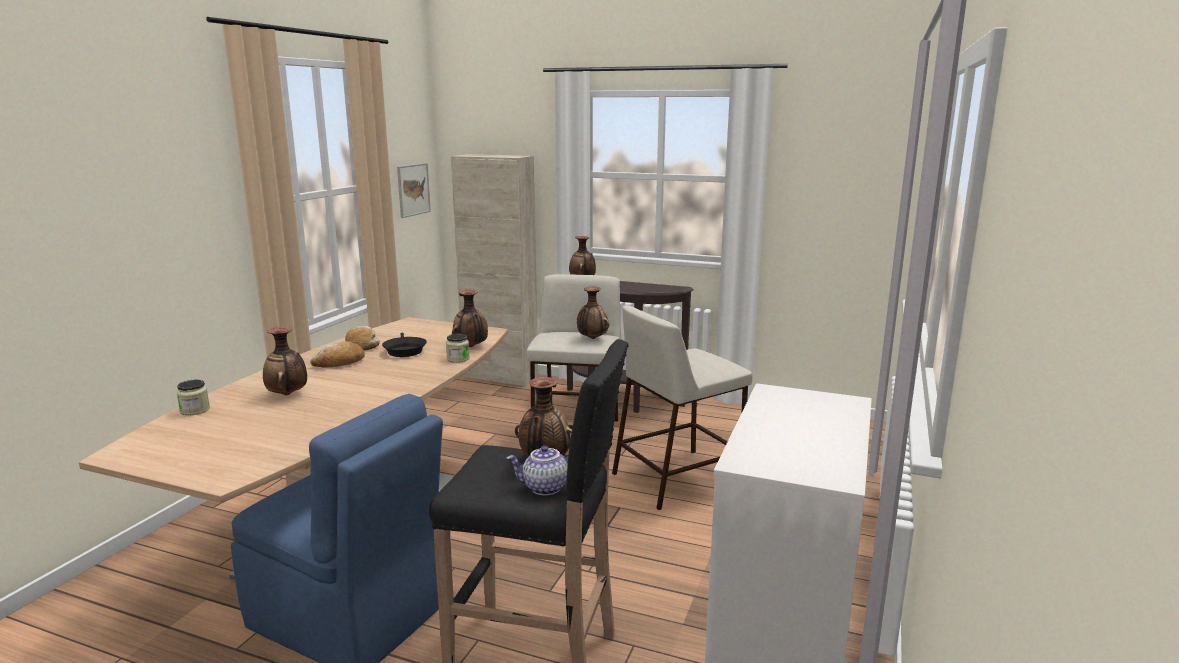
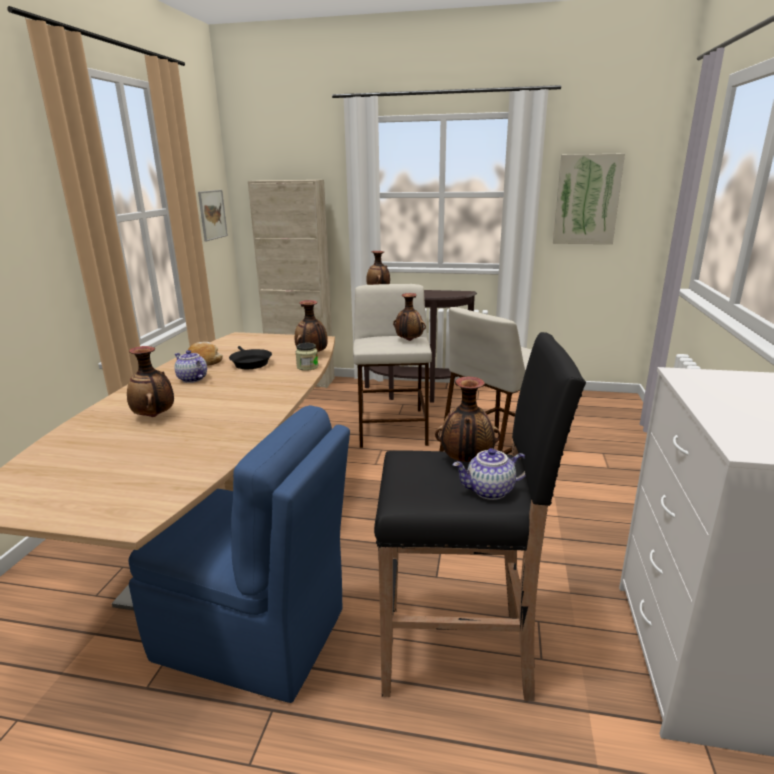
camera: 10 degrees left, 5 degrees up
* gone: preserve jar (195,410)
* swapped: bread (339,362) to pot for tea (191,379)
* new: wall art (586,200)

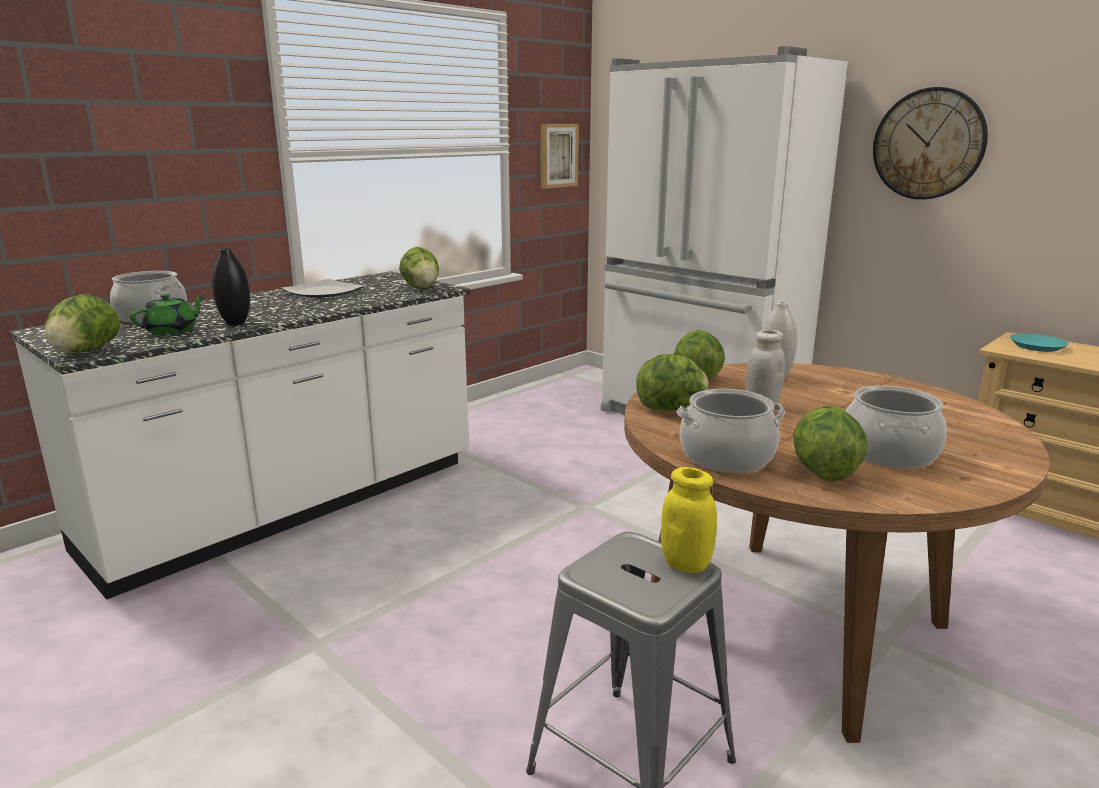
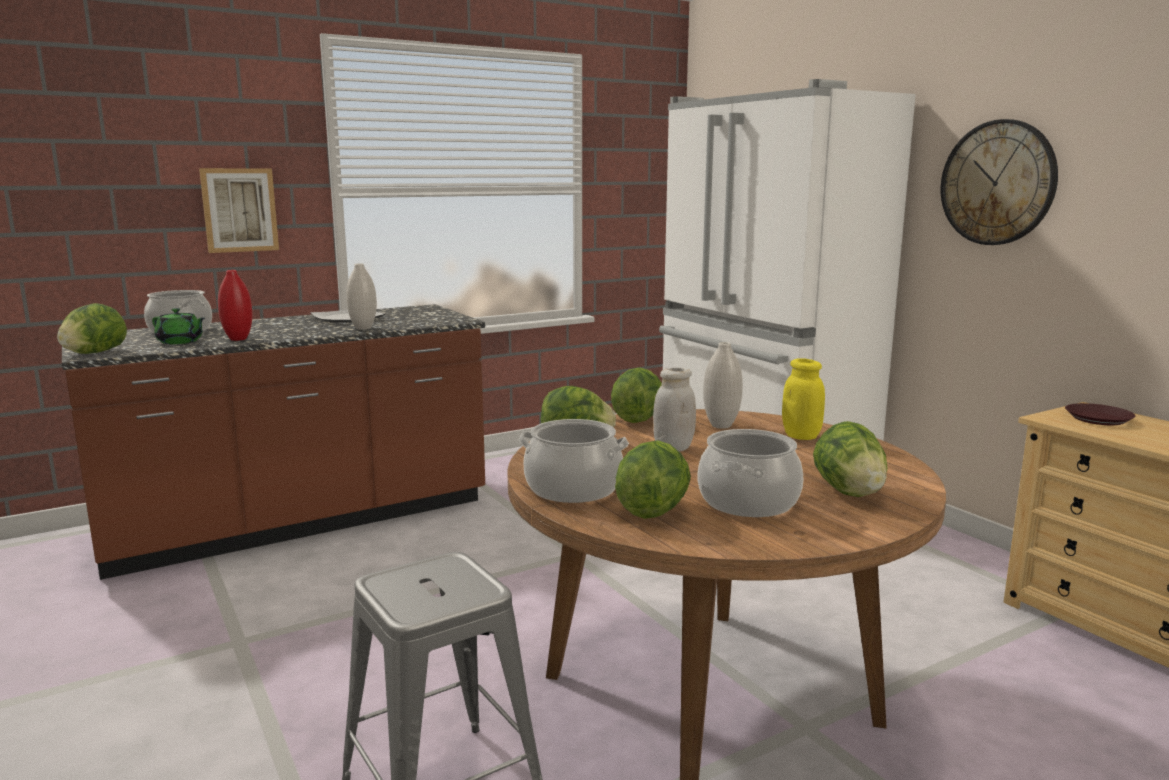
camera: 15 degrees right, 5 degrees down
* repainted: whitish kitchen counter (291,506) to brownish kitchen counter (300,521)
* rotated: green-coloured pot for tea (172,331) = (180,342) 60 degrees clockwise
* repainted: black flower vase (235,323) to reddish flower vase (238,339)
* shifted: lettuce (421,288) to (849,492)
* shifted: wall art (558,155) to (239,210)
* shifted: yellowish preserve jar (686,564) to (801,436)
* repainted: blue-green dinner plate (1037,347) to brownish dinner plate (1098,419)
* new: whitish flower vase (363,328)

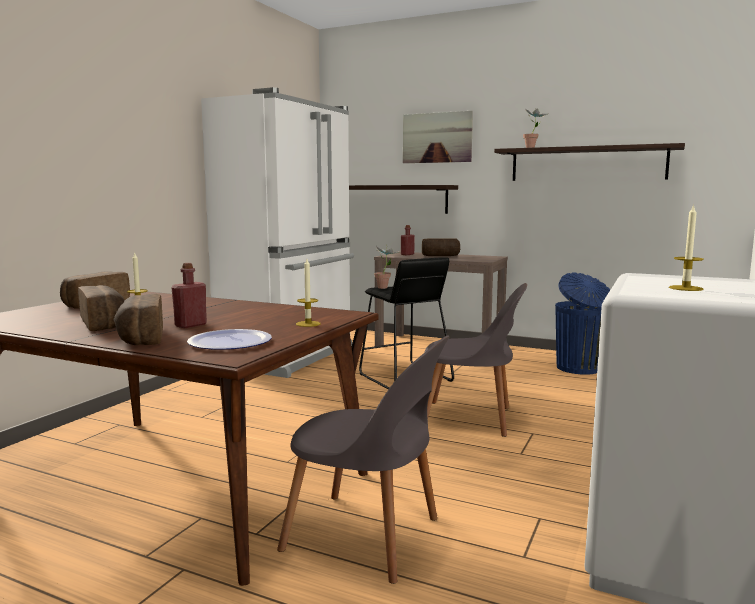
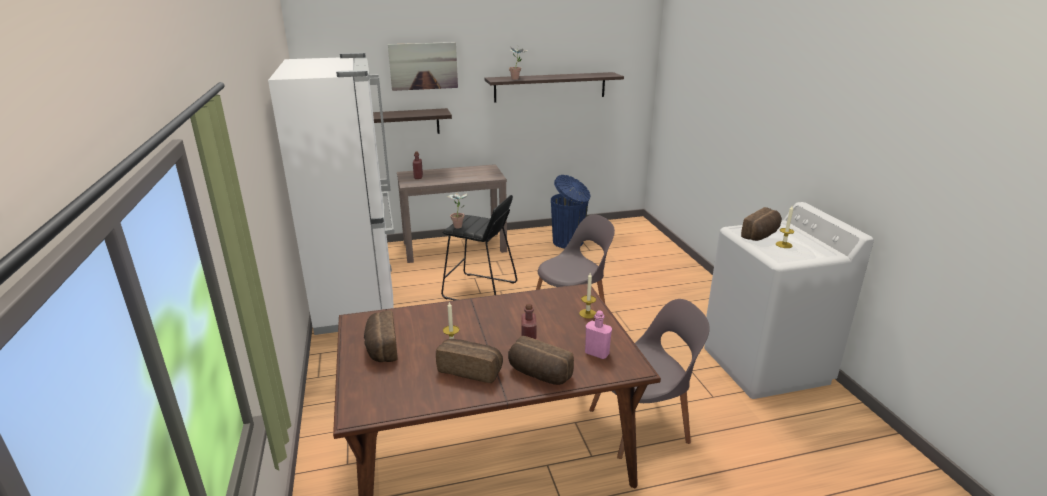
camera: 40 degrees left, 15 degrees up
* swapped: dinner plate (230,342) to pinkish bottle (597,353)
* shifted: bread (440,256) to (761,235)

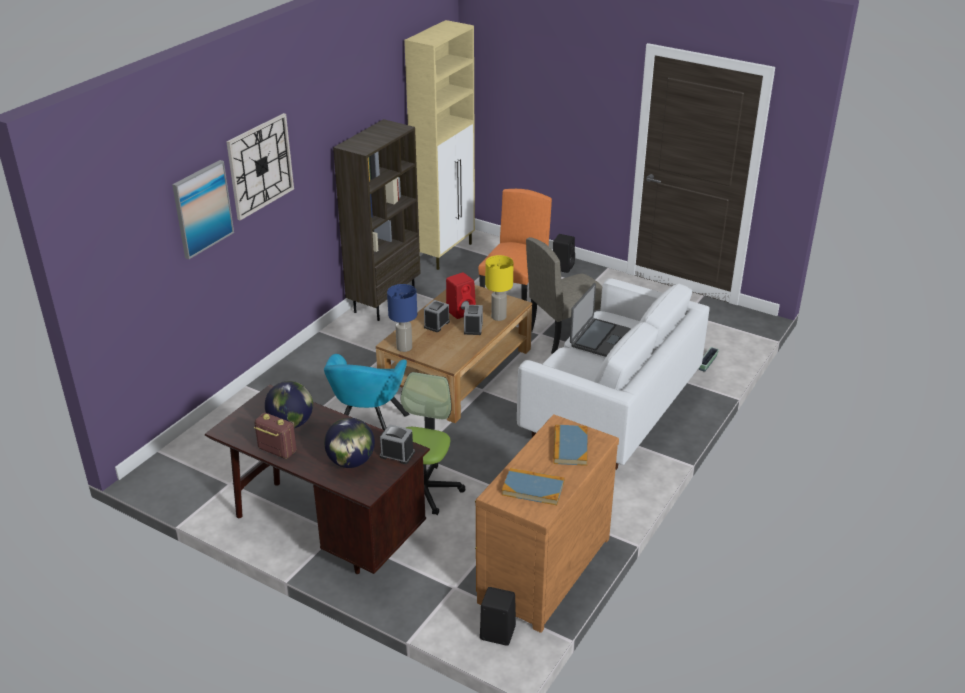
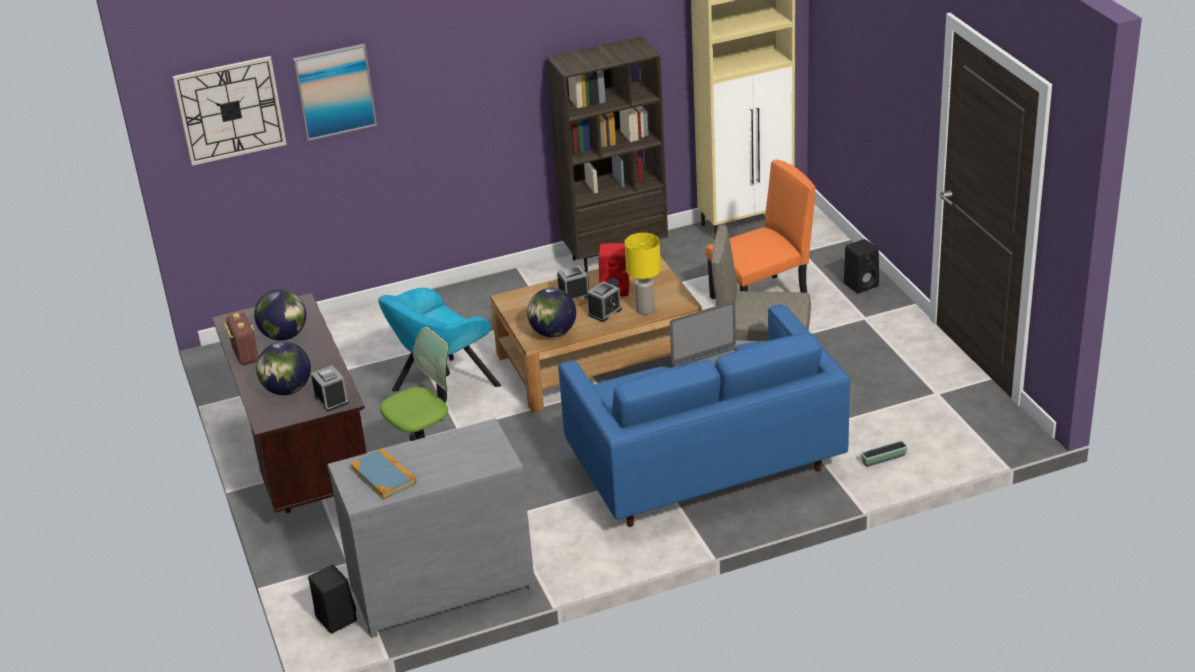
camera: 40 degrees right, 0 degrees up
* shifted: wall clock (260,166) to (230,110)
* gone: bluish tabletop lamp (404,348)
* repainted: brownish chest of drawers (540,569) to greyish chest of drawers (439,584)
* repainted: whitish couch (609,410) to bluish couch (703,464)
* gone: bound book (570,447)
* new: globe (553,333)

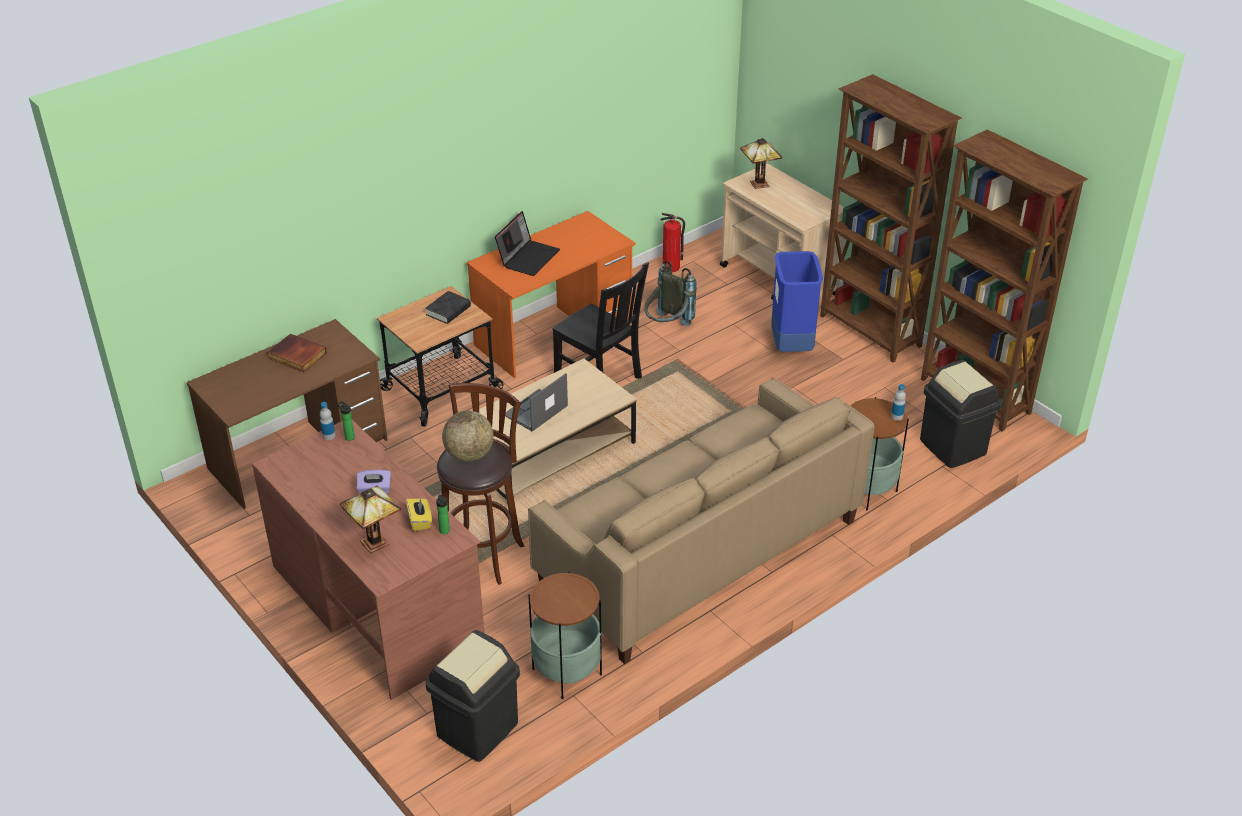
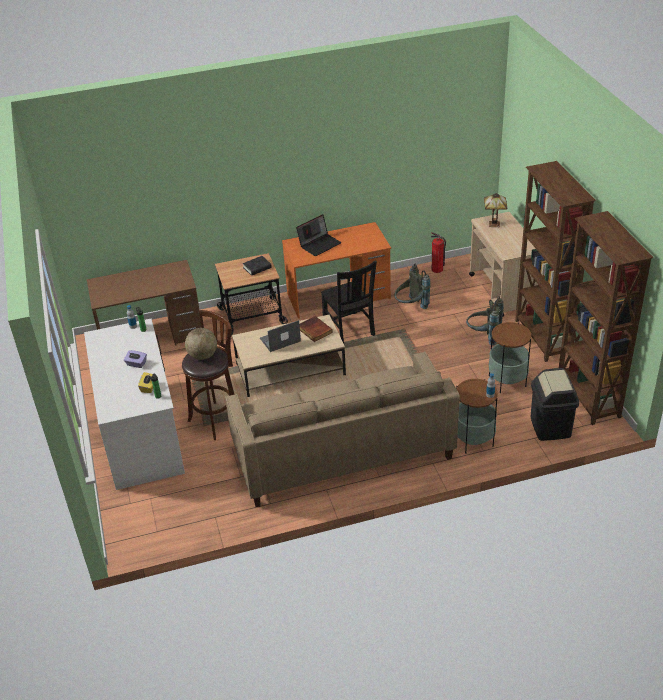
camera: 25 degrees right, 0 degrees up
* repainted: brownish desk unit (377,604) to whitish desk unit (141,433)
* shifted: bound book (296,356) to (314,330)
* gone: tabletop lamp (375,541)
* gone: black trash can (477,729)
* shifted: accent table (567,671) to (507,381)
* swapped: bluish trash can (792,346) to greyish backpack (483,336)

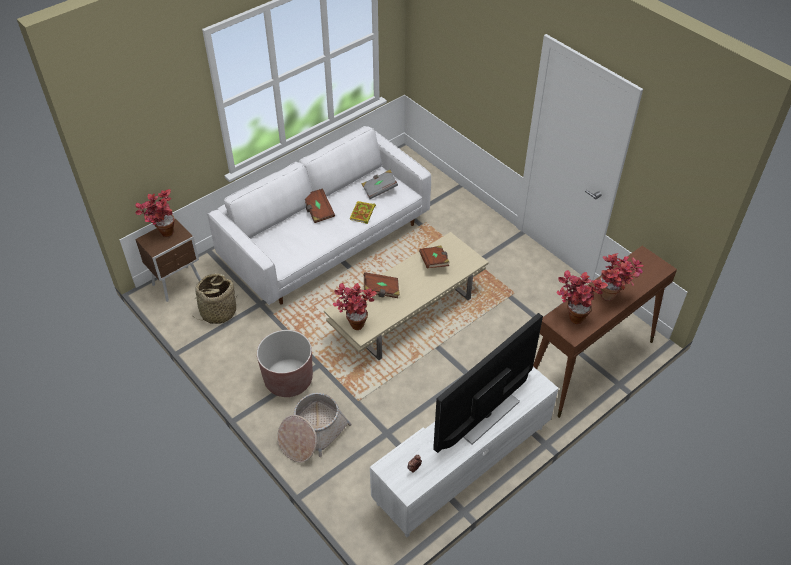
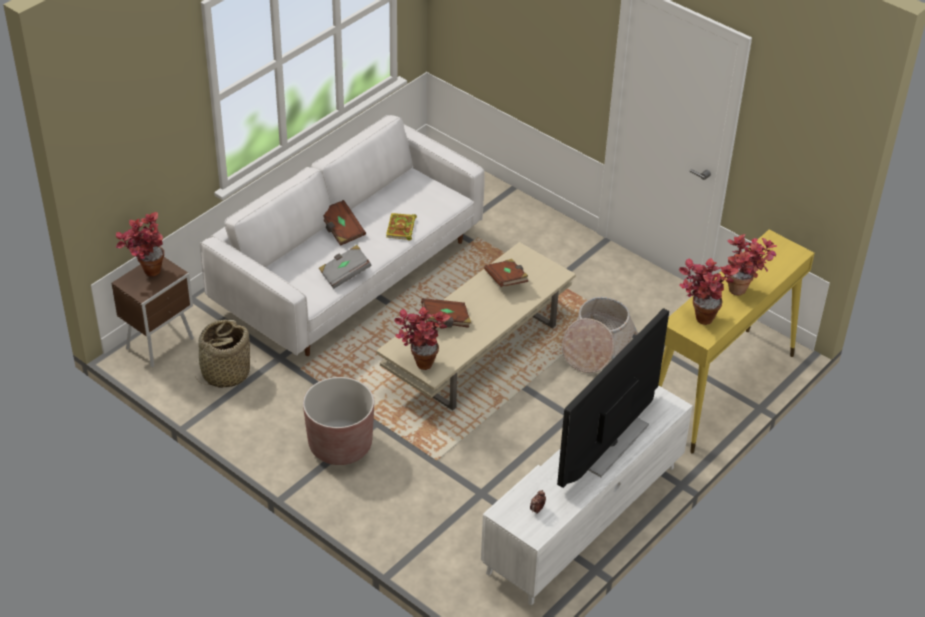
camera: 10 degrees left, 5 degrees down
* shifted: storage basket (312,434) to (596,346)
* shifted: greyish bound book (379,189) to (345,274)
* repainted: brownish narrow table (589,365) to yellowish narrow table (720,390)

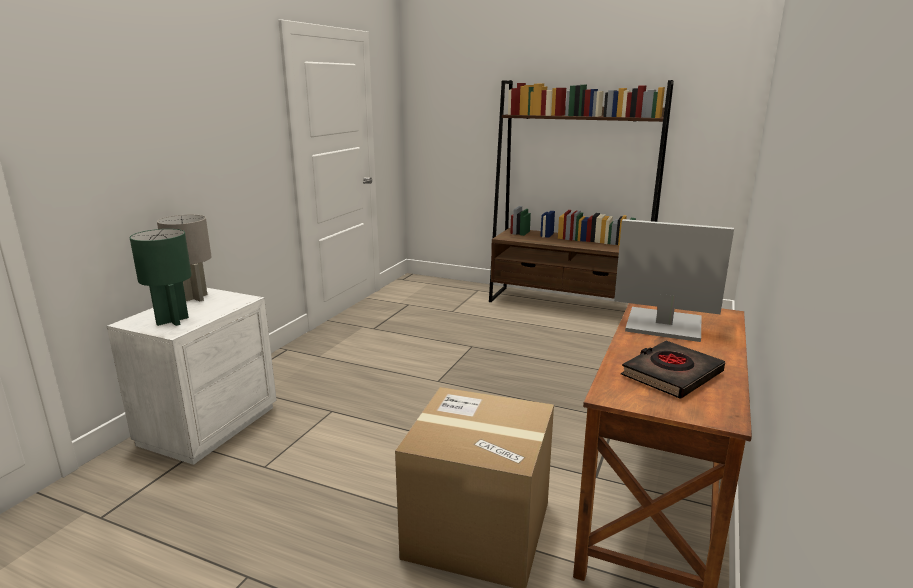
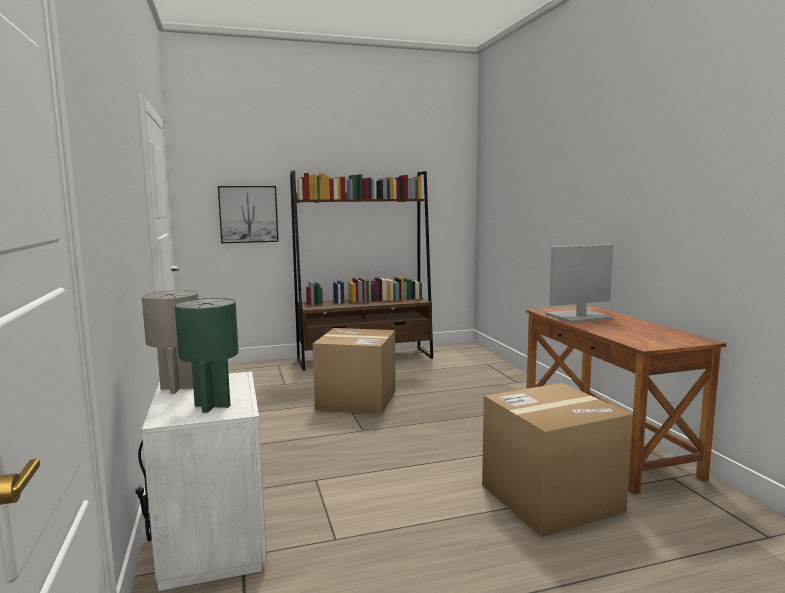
camera: 40 degrees left, 10 degrees down
* gone: black bound book (671,374)
* new: wall art (248,214)
* new: cardboard box (357,400)

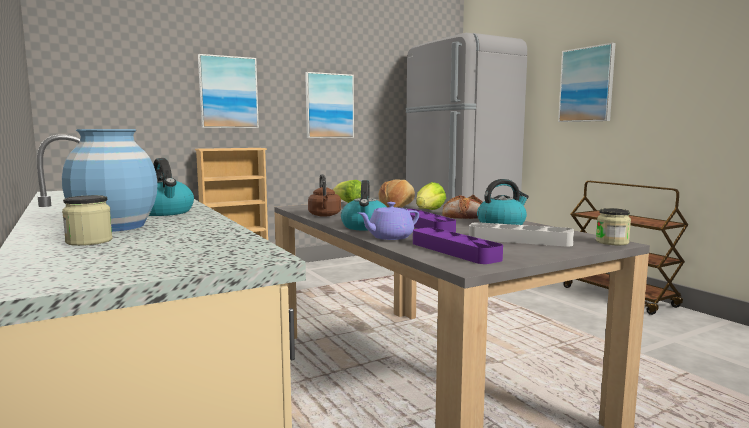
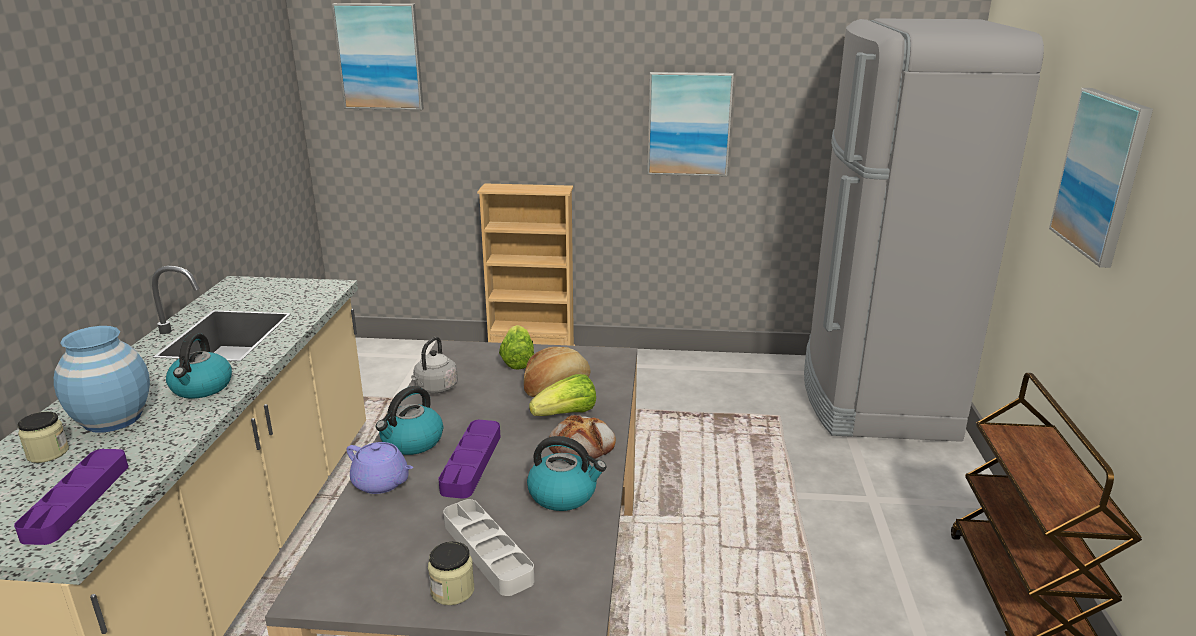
camera: 35 degrees right, 15 degrees up
* shifted: wall art (228,92) to (379,57)
* repainted: brownish water kettle (324,215) to greyish water kettle (435,388)
* rotated: purple-coloured pot for tea (389,237) = (381,483) 150 degrees counterclockwise
* shifted: purple-coloured tray (454,251) to (77,500)
* shifted: preserve jar (612,242) to (452,590)

